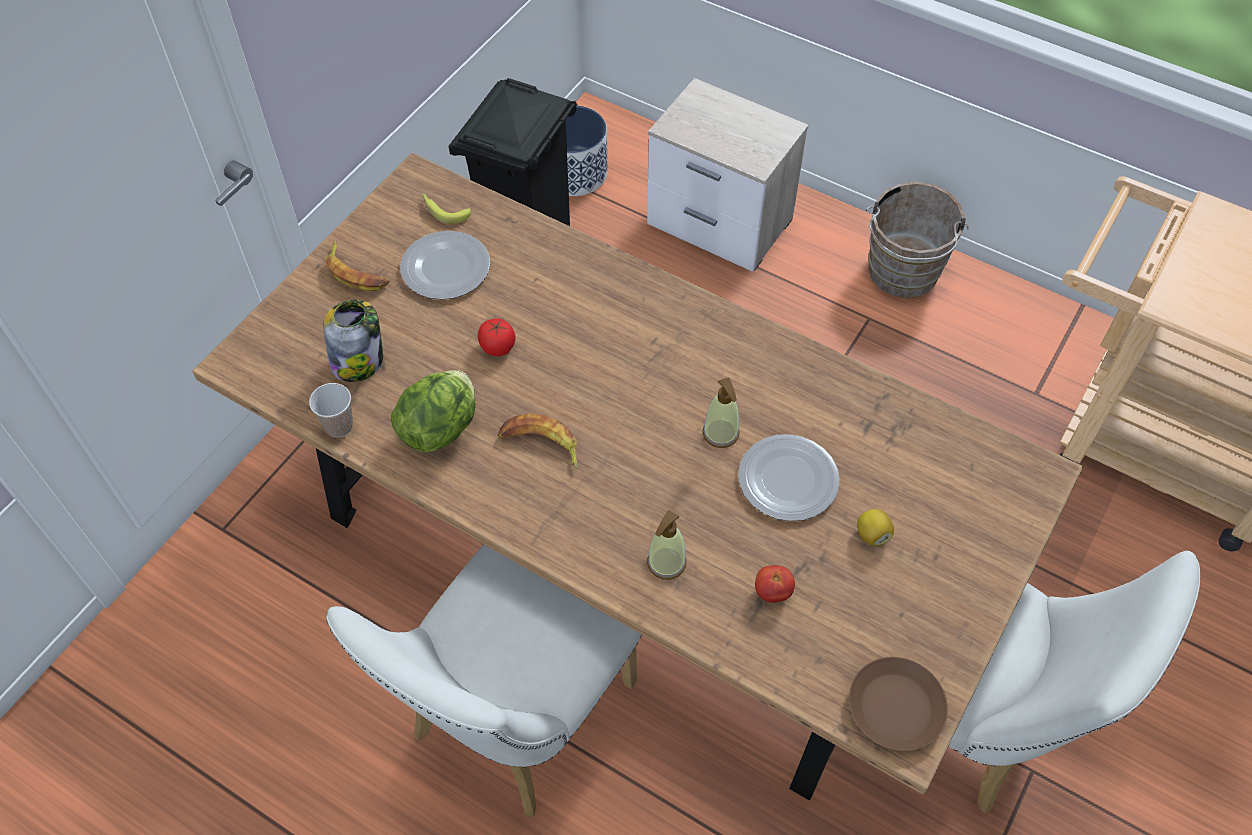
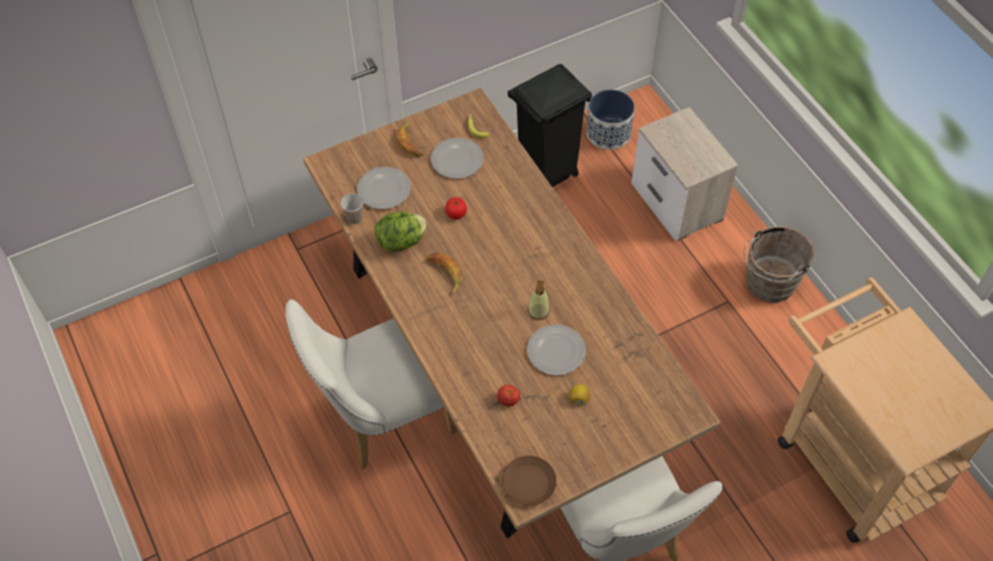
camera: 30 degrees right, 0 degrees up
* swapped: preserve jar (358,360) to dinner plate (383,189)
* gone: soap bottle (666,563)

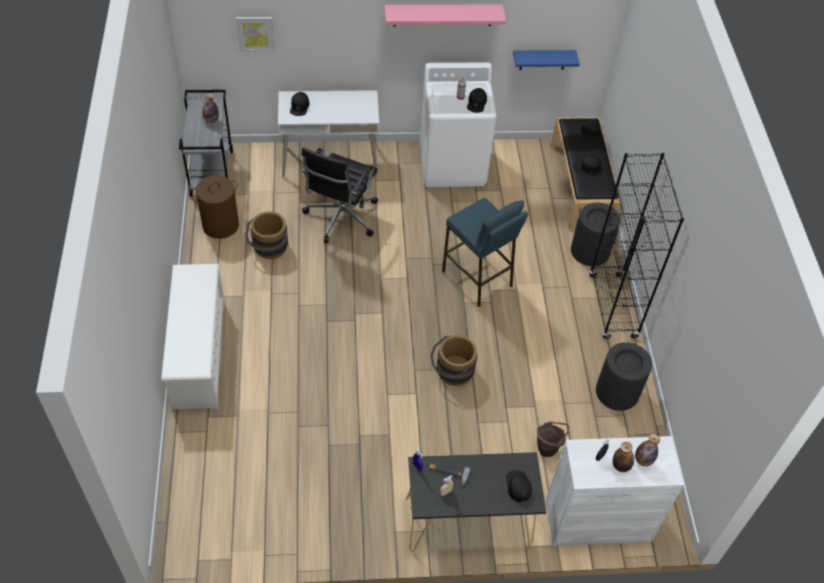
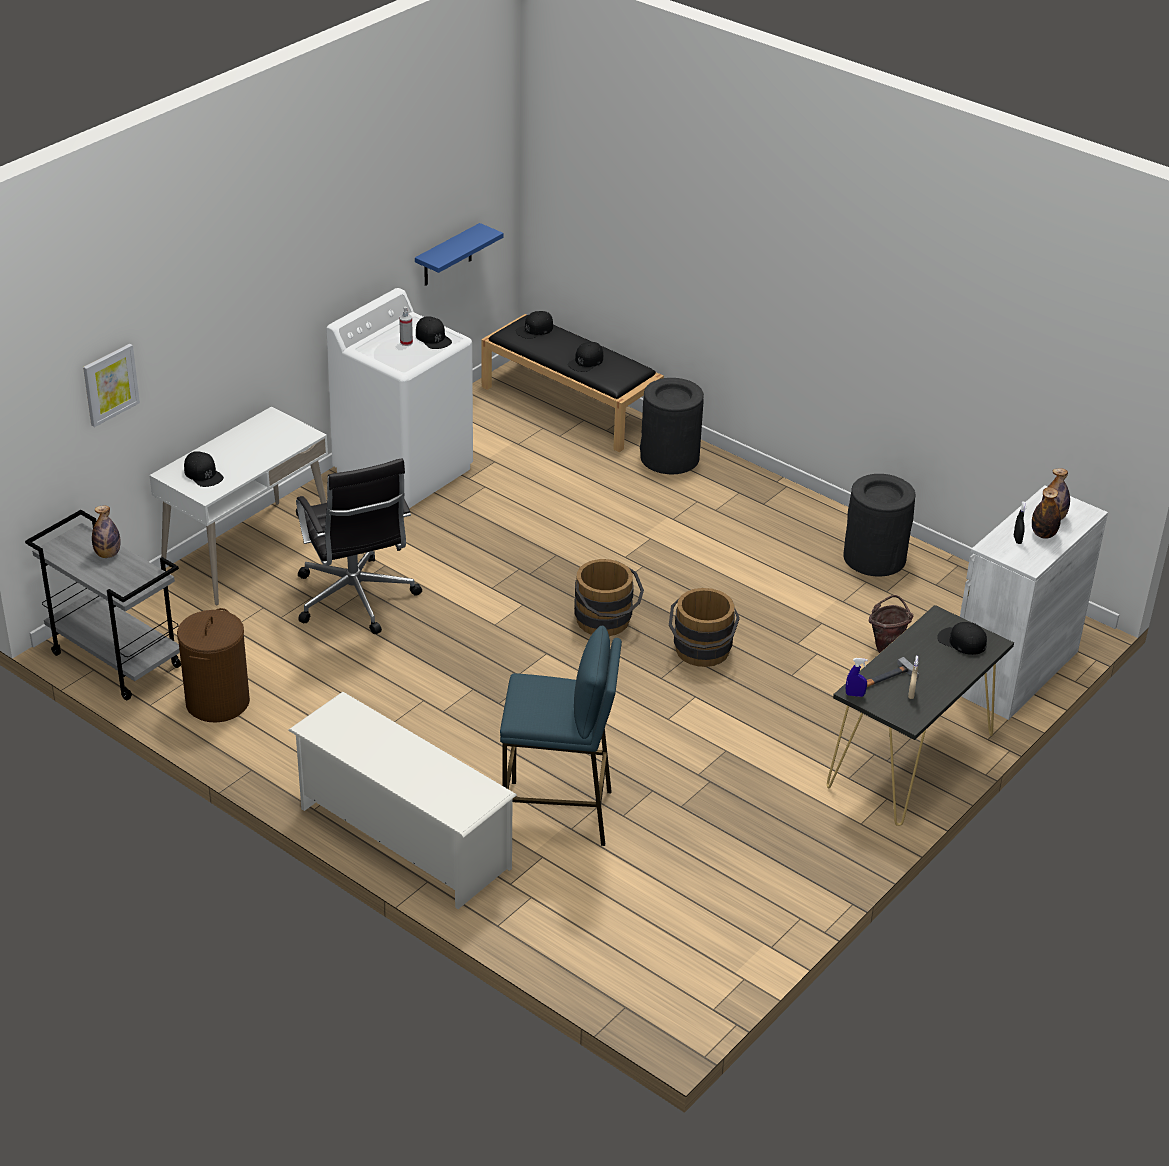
camera: 45 degrees left, 15 degrees down
* shifted: brownish water bucket (269,249) to (606,623)
* gone: pinkish shelf (443,15)
* shifted: bluish sitting stool (477,279) to (558,814)
* gone: black bookcase (612,306)

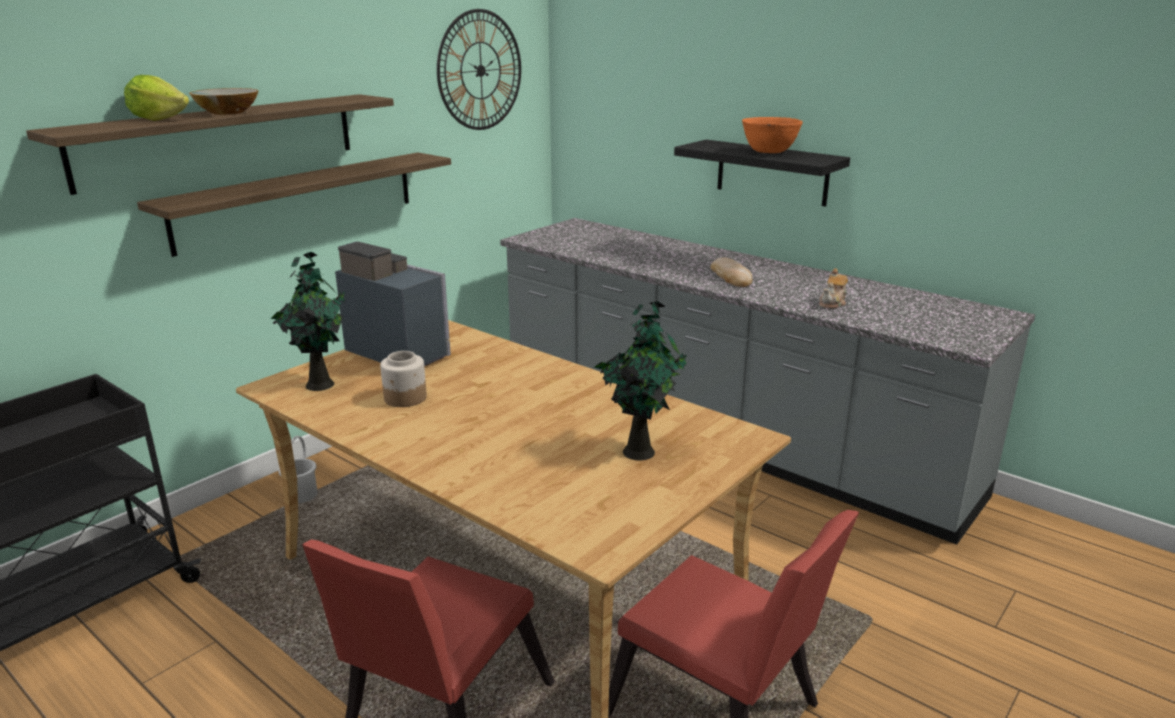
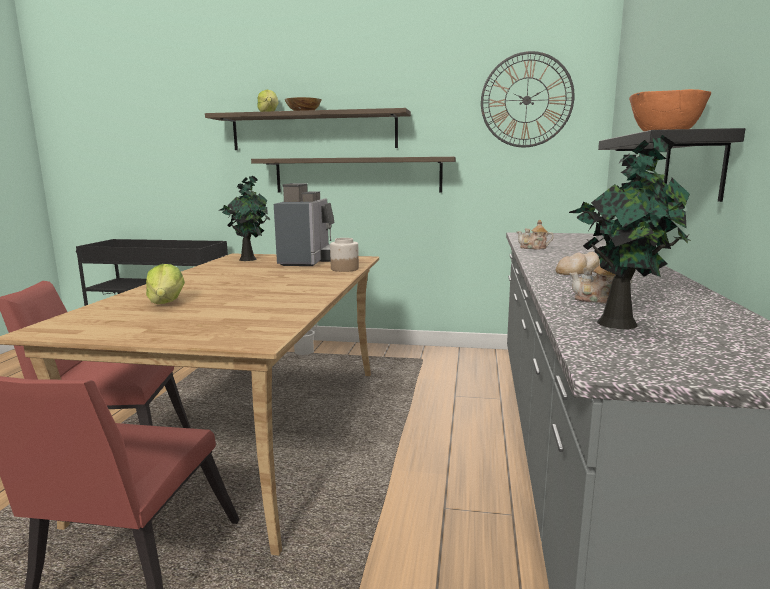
camera: 60 degrees right, 10 degrees down
* shifted: preserve jar (405,398) to (344,269)
* shifted: potted plant (639,450) to (620,323)
* new: lettuce (167,302)
* new: pot for tea (534,248)

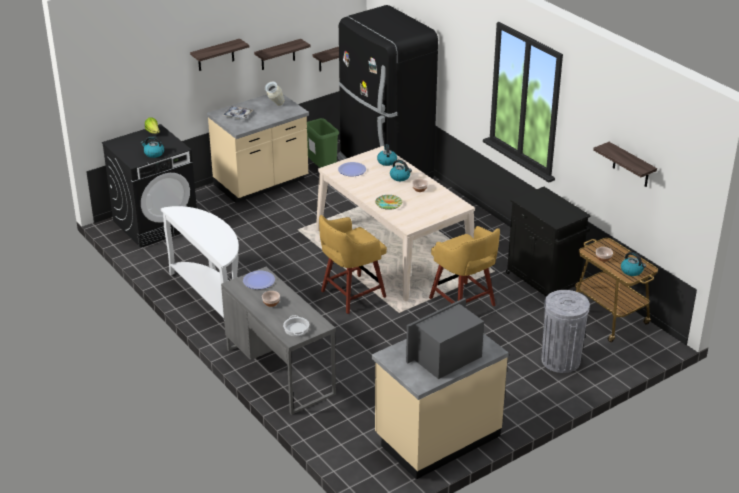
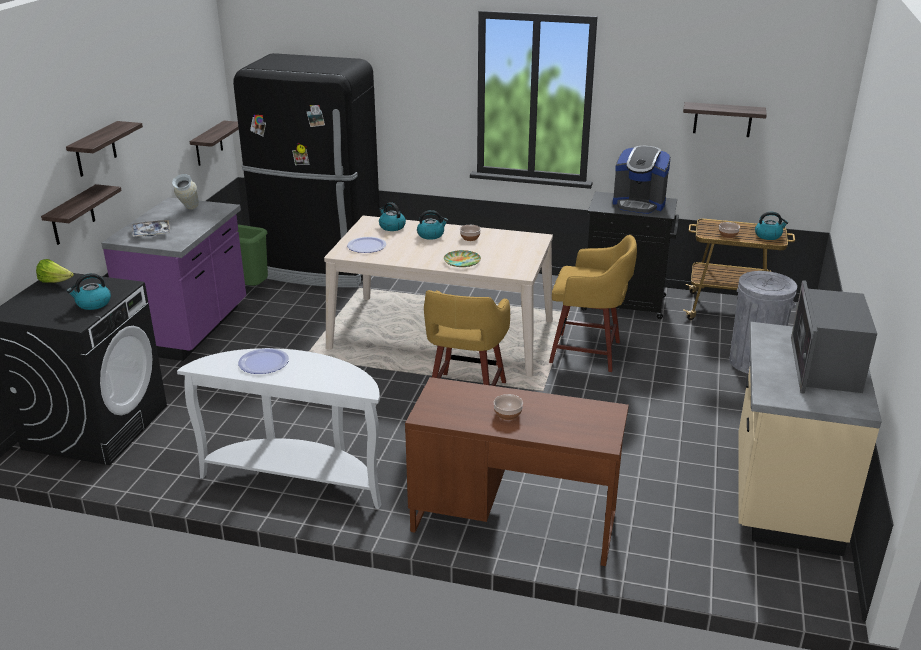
camera: 40 degrees left, 5 degrees down
* repainted: beige kitchen counter (261,183) to purple-coloured kitchen counter (190,329)
* repainted: greyish desk unit (280,371) to brownish desk unit (513,520)
* shifted: dinner plate (259,281) to (263,362)
* shifted: shelf (278,55) to (72,216)
* gone: cooking pot (296,329)
* new: coffee maker (639,204)

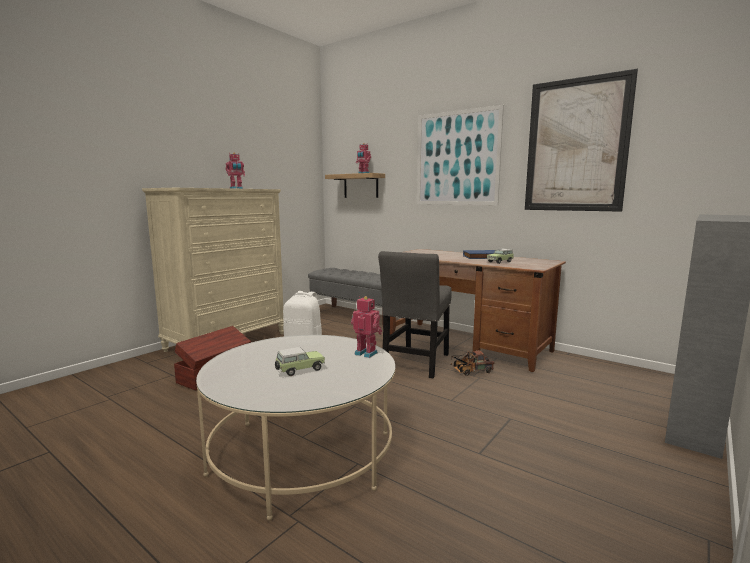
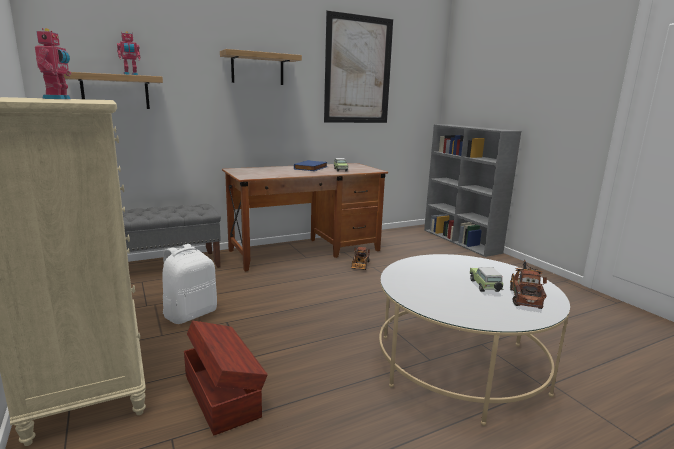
camera: 65 degrees left, 5 degrees up
* gone: model robot (366,353)
* gone: greyish plain chair (416,363)
* swapped: wall art (457,158) to shelf (257,69)
* new: toy truck (524,296)

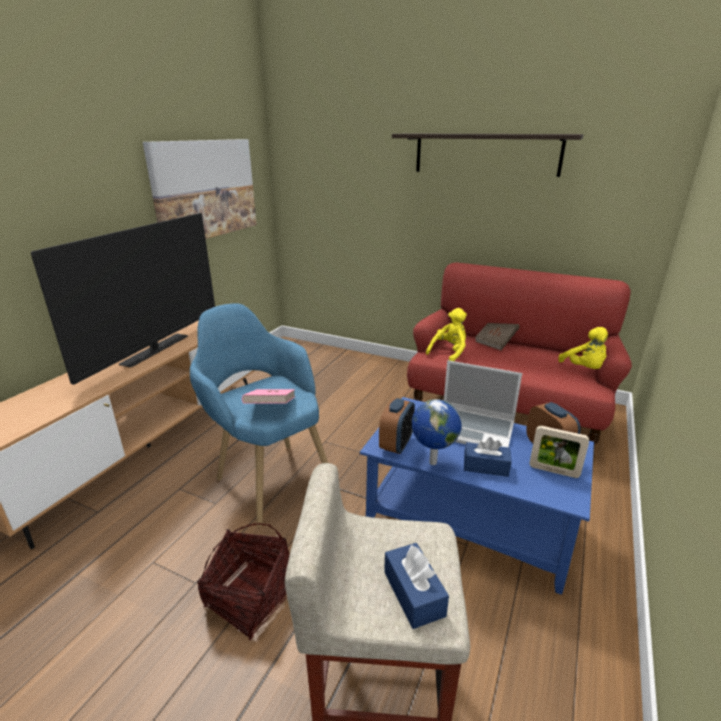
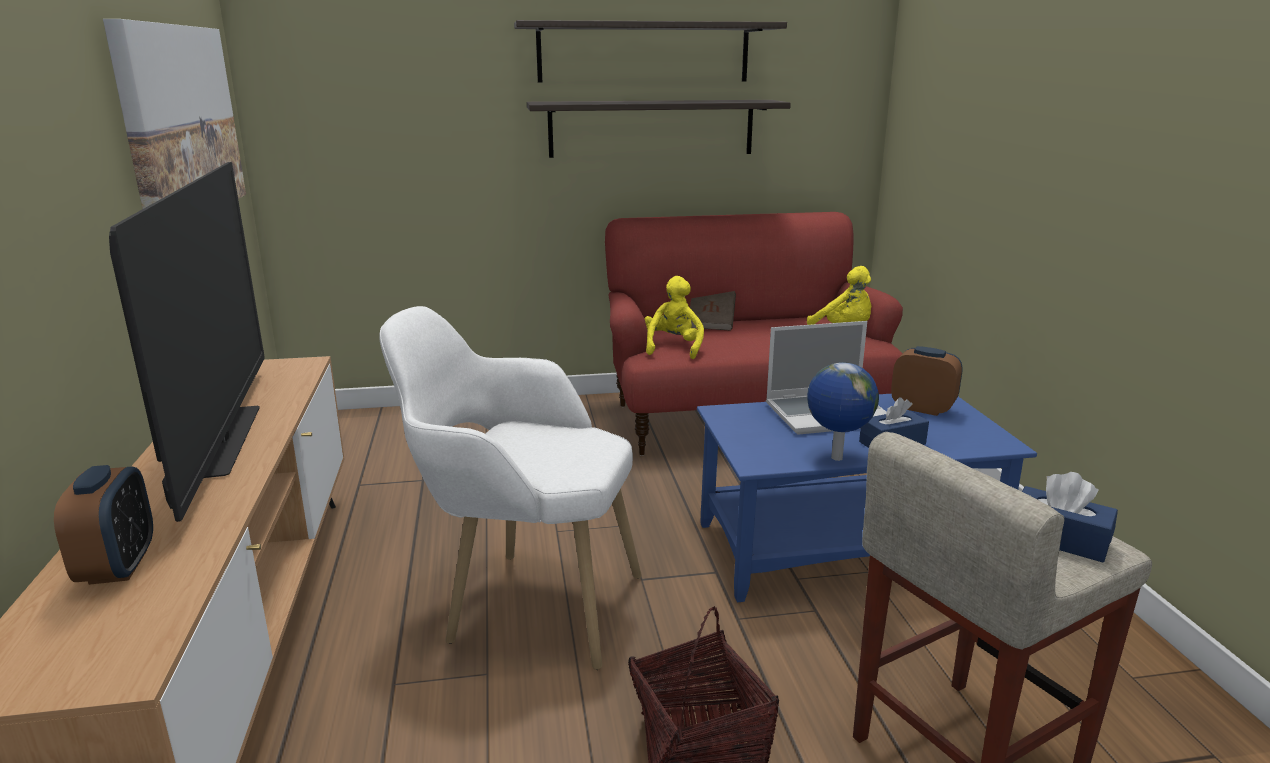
camera: 35 degrees left, 5 degrees down
* repainted: bluish easy chair (267,474) to whitish easy chair (522,604)
* gone: pinkish bound book (271,408)
* shifted: bedside clock (396,444) to (118,566)
* gone: picture frame (553,471)
* new: shelf (651,128)

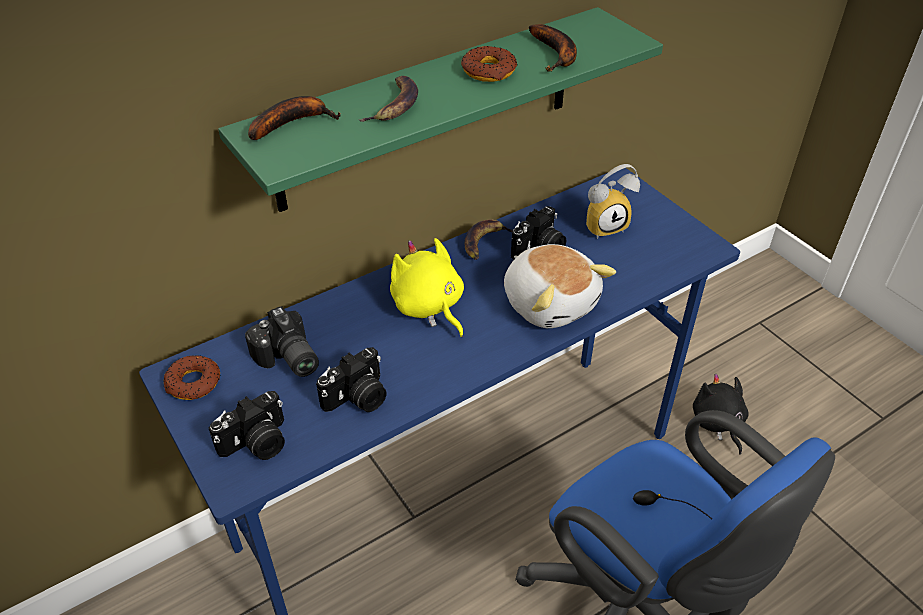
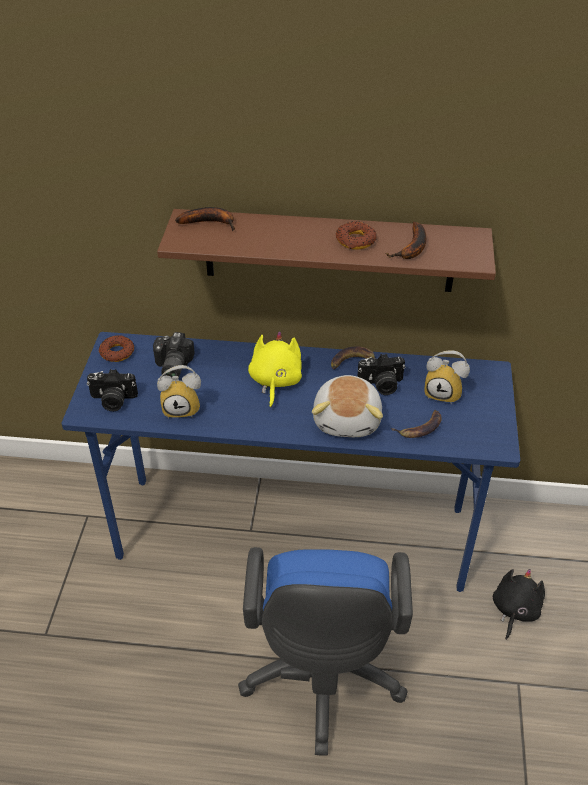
camera: 40 degrees right, 0 degrees up
* repainted: green-coloured shelf (428,109) to brownish shelf (329,251)
* swapped: still camera (358,398) to bedside clock (183,408)
* shifted: whole banana (394,105) to (420,427)

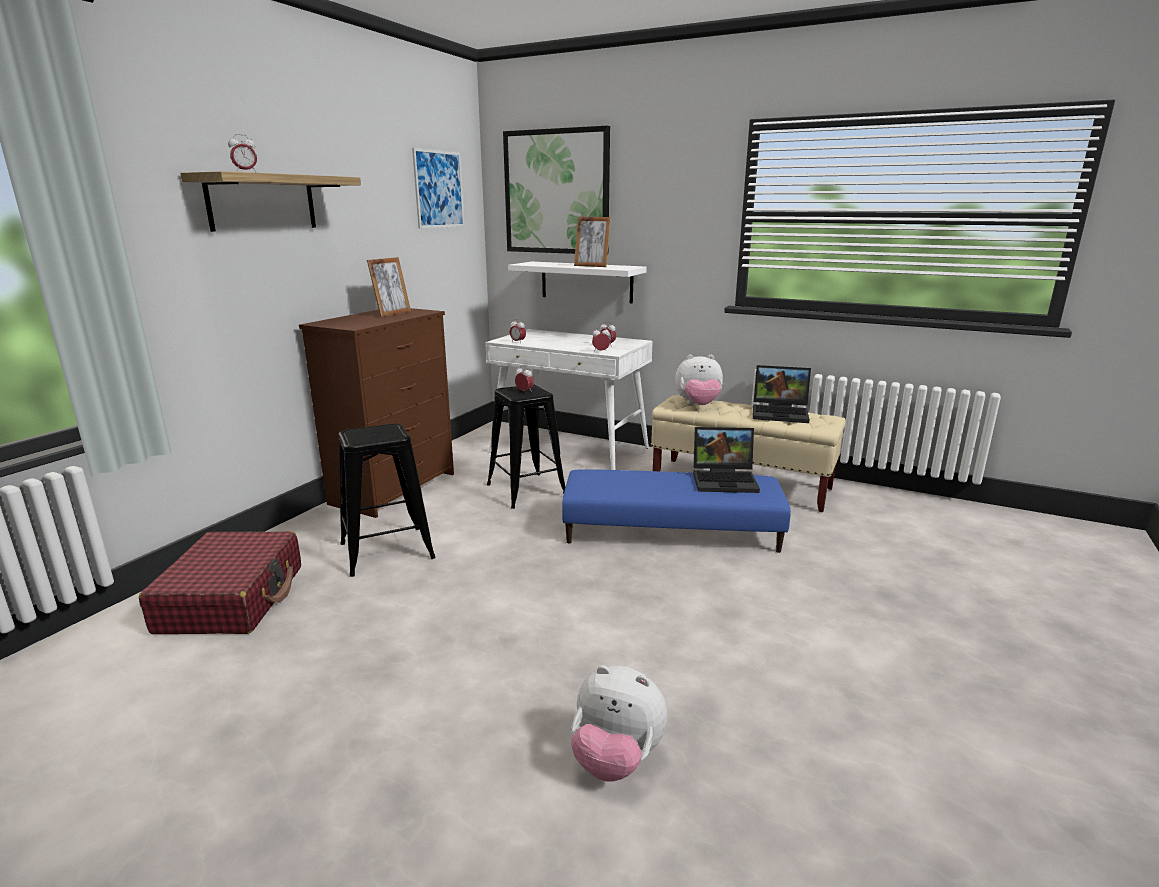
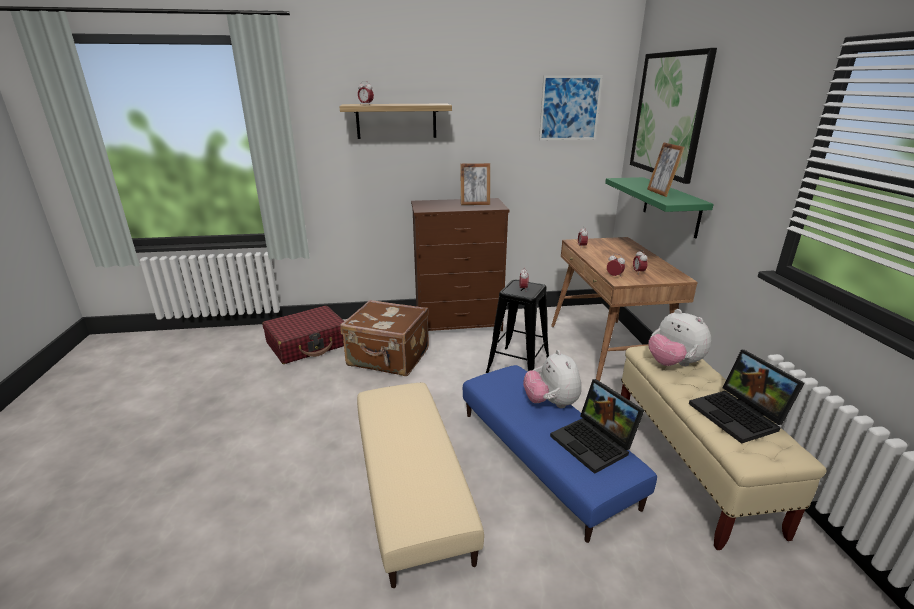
camera: 55 degrees right, 5 degrees up
* swapped: black sitting stool (387,551) to brownish suitcase (388,358)
* repainted: whitish desk unit (570,450) to brownish desk unit (608,352)
* repainted: whitish shelf (586,282) to green-coloured shelf (671,206)
* shifted: soft toy (616,759) to (551,403)
* new: beige pouffe (411,485)

